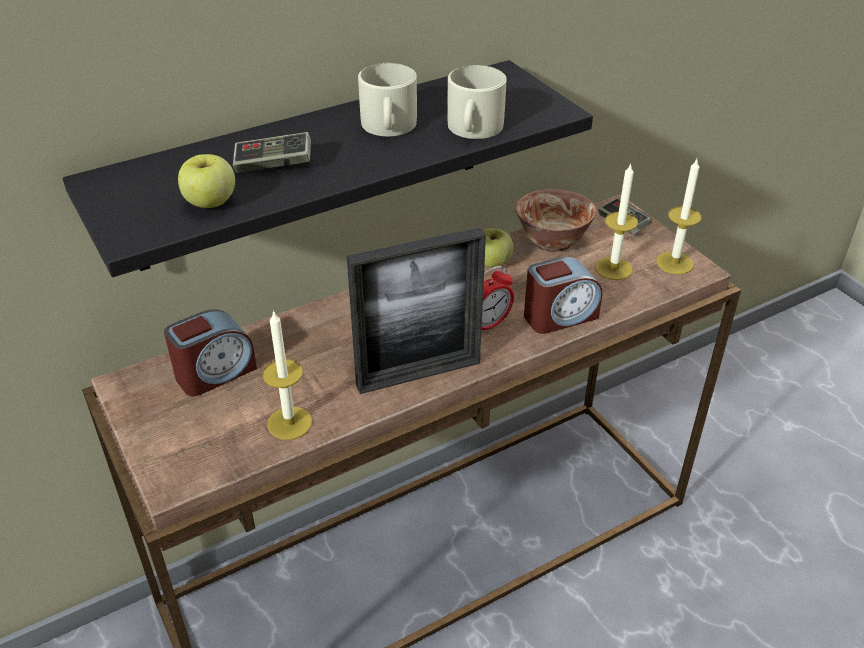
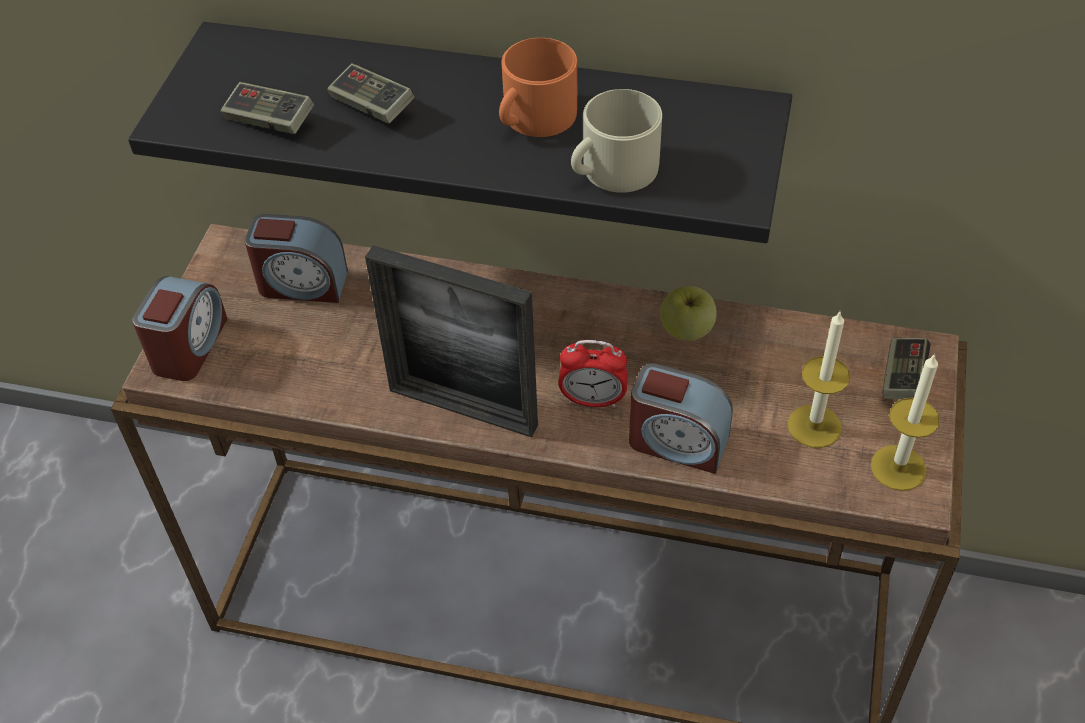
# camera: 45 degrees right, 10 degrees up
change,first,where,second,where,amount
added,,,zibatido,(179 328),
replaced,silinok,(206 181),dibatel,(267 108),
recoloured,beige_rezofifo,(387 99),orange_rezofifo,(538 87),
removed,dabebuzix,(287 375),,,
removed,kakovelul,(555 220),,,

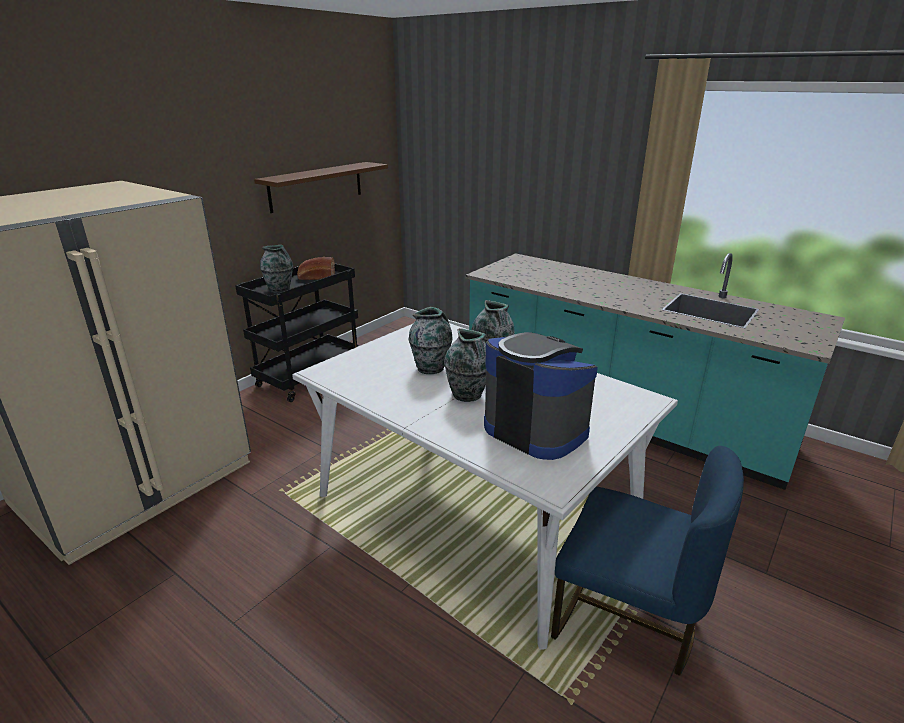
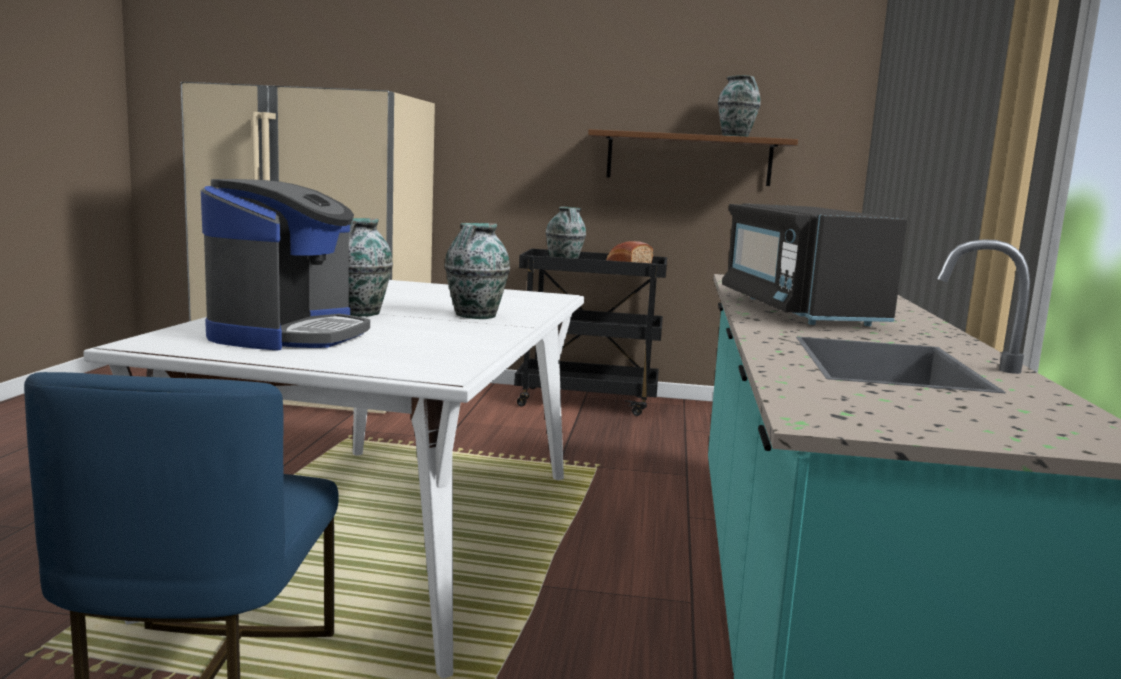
# camera: 60 degrees right, 15 degrees down
change,first,where,second,where,amount
moved,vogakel,(430 340),,(739 106),
added,,,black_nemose,(815 264),

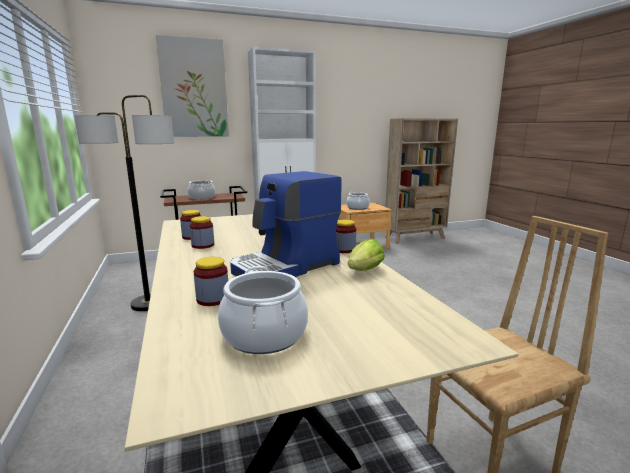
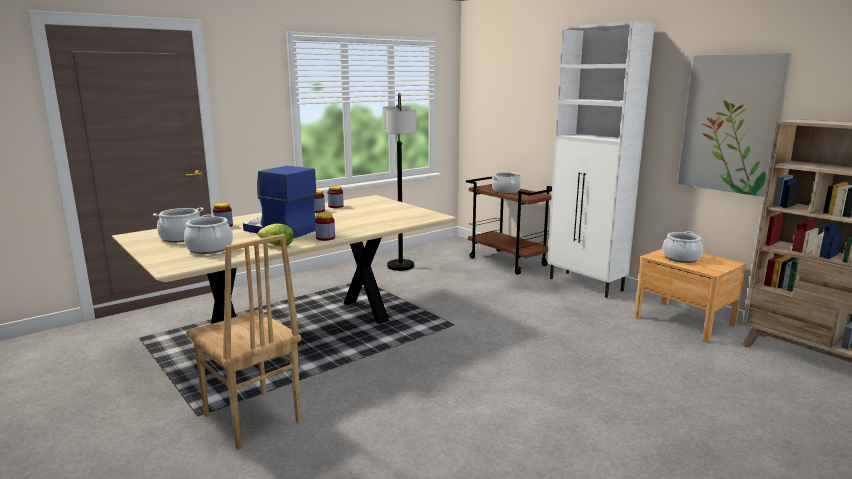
# camera: 70 degrees right, 0 degrees up
change,first,where,second,where,amount
added,,,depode,(208 234),
moved,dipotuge,(192 86),,(735 125),

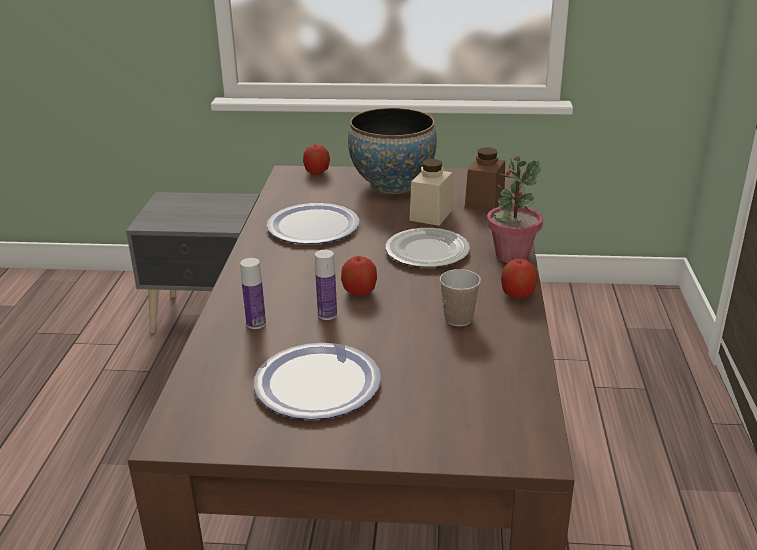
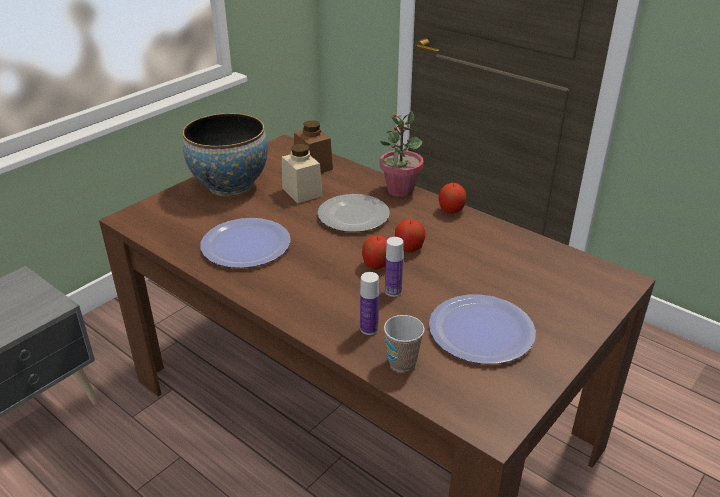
# camera: 55 degrees left, 5 degrees up
change,first,where,second,where,amount
moved,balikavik,(460 297),,(404 343),
moved,silinok,(316 159),,(410 236),

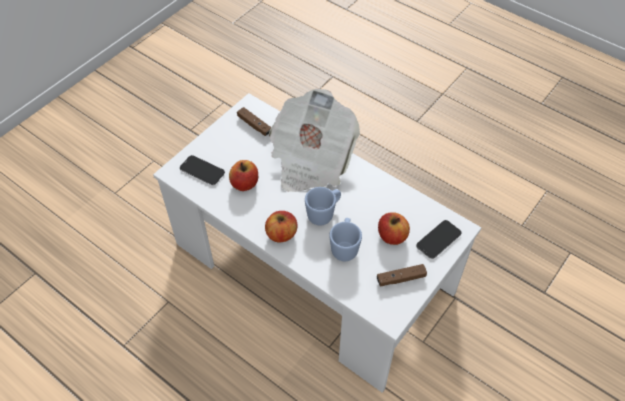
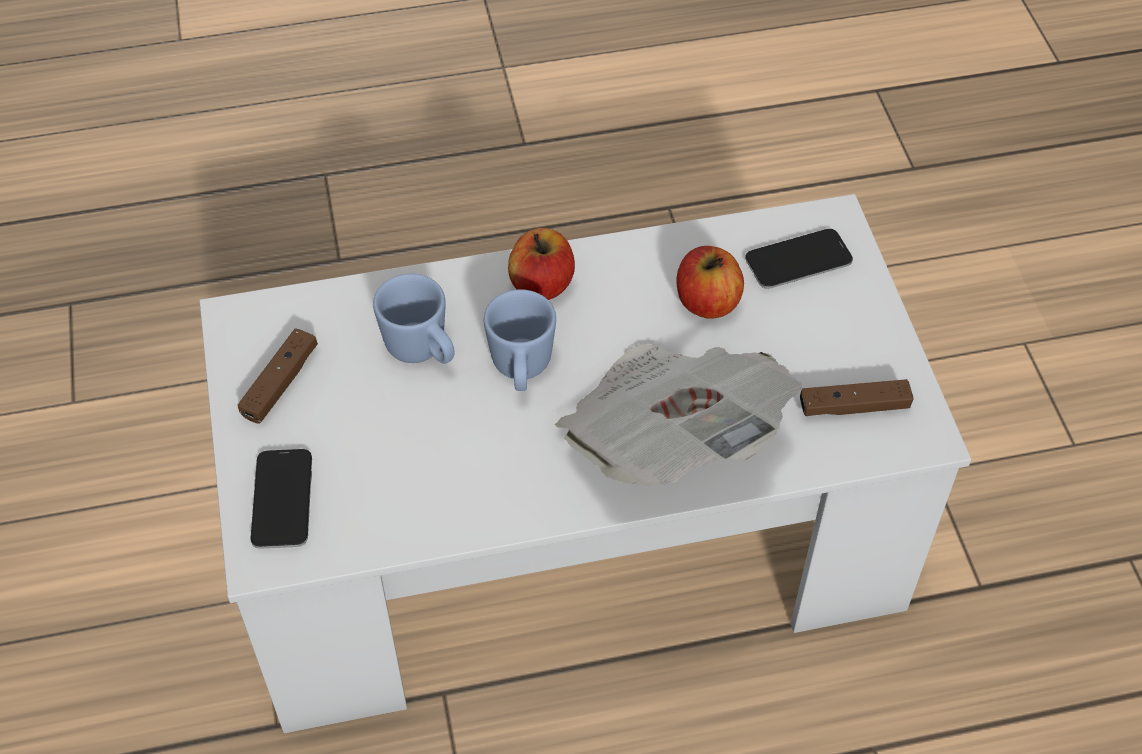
# camera: 130 degrees right, 0 degrees up
change,first,where,second,where,amount
removed,silinok,(394 228),,,

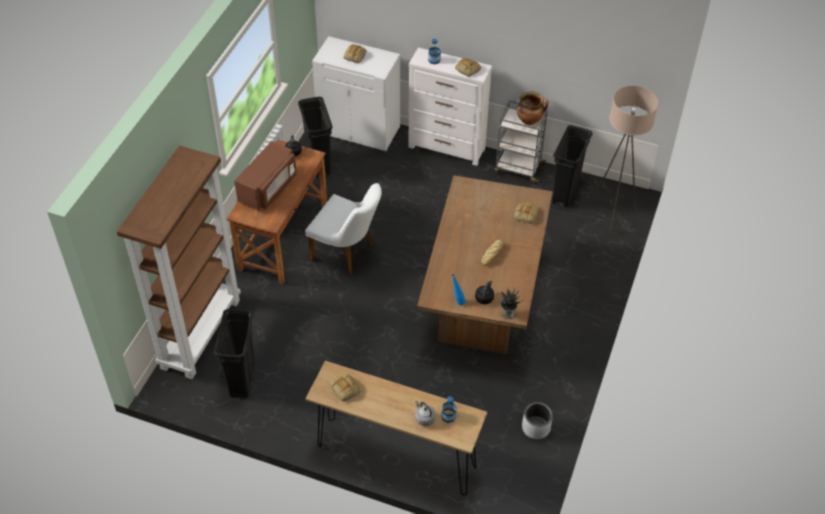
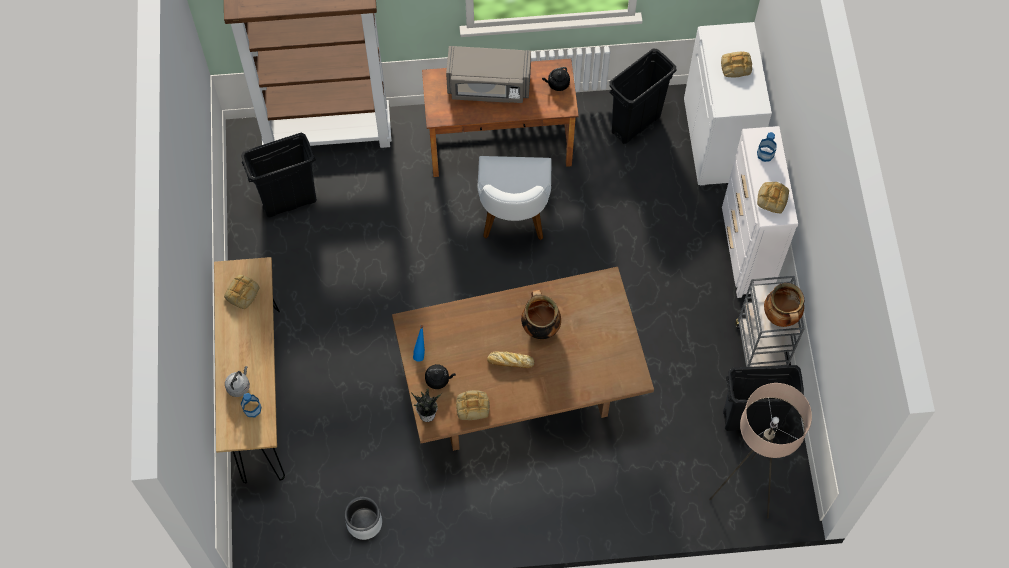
# camera: 65 degrees right, 15 degrees up
change,first,where,second,where,amount
recoloured,brown_nemose,(265 176),grey_nemose,(488 74),
moved,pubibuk,(526 213),,(473 405),
added,,,depode,(541 314),

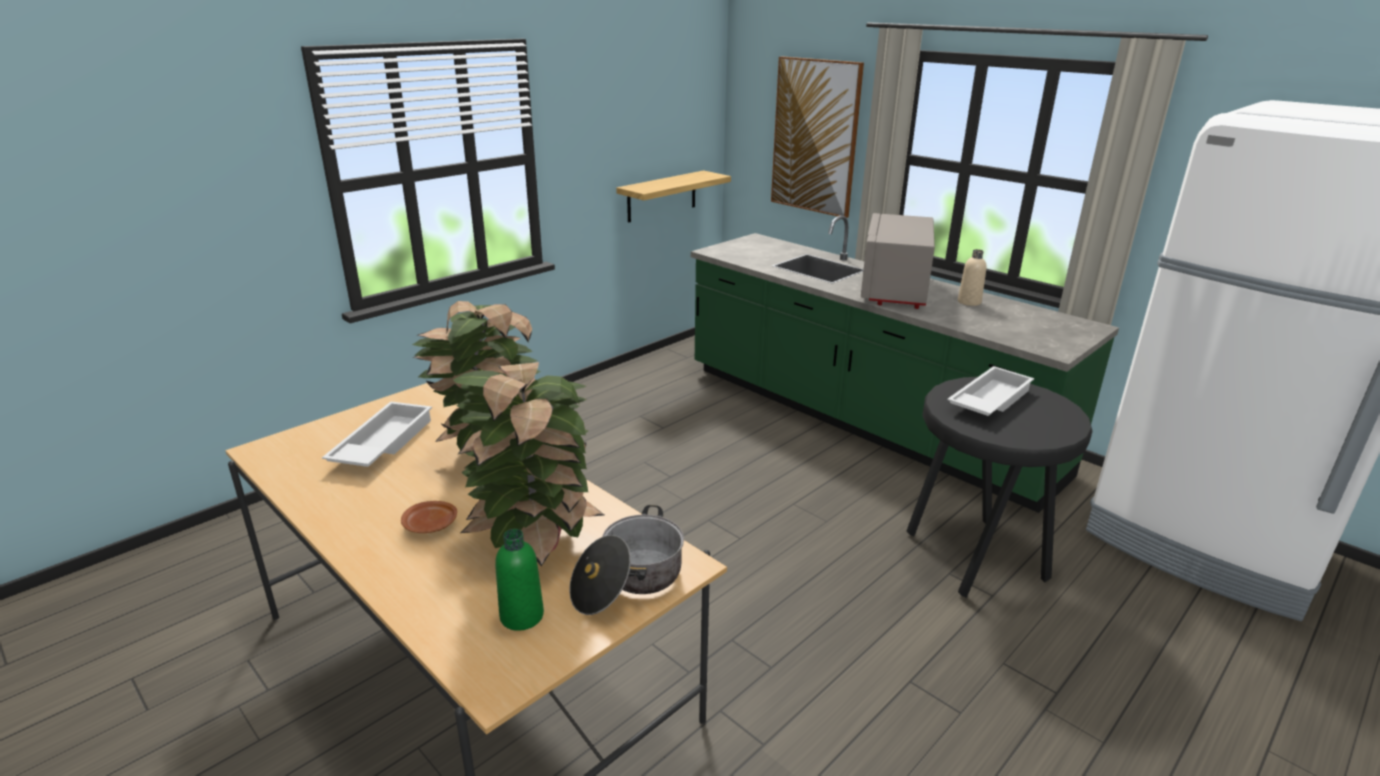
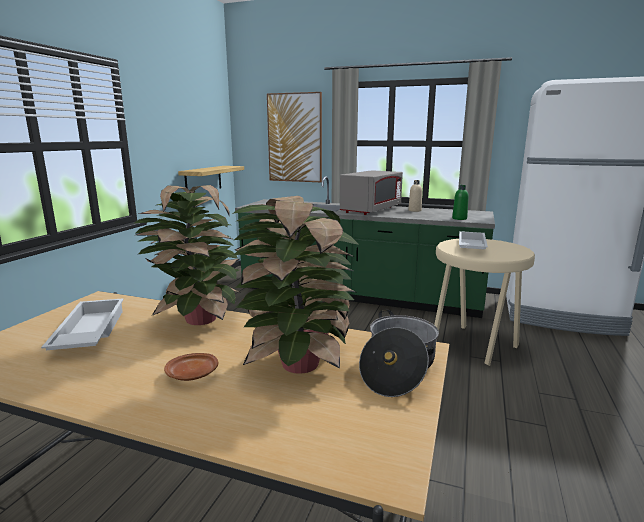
# camera: 25 degrees left, 10 degrees down
change,first,where,second,where,amount
turned,grey_nemose,(898 261),,(371 192),135 degrees counterclockwise
recoloured,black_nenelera,(1000 487),beige_nenelera,(484 302),
moved,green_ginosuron,(519 580),,(460 202),

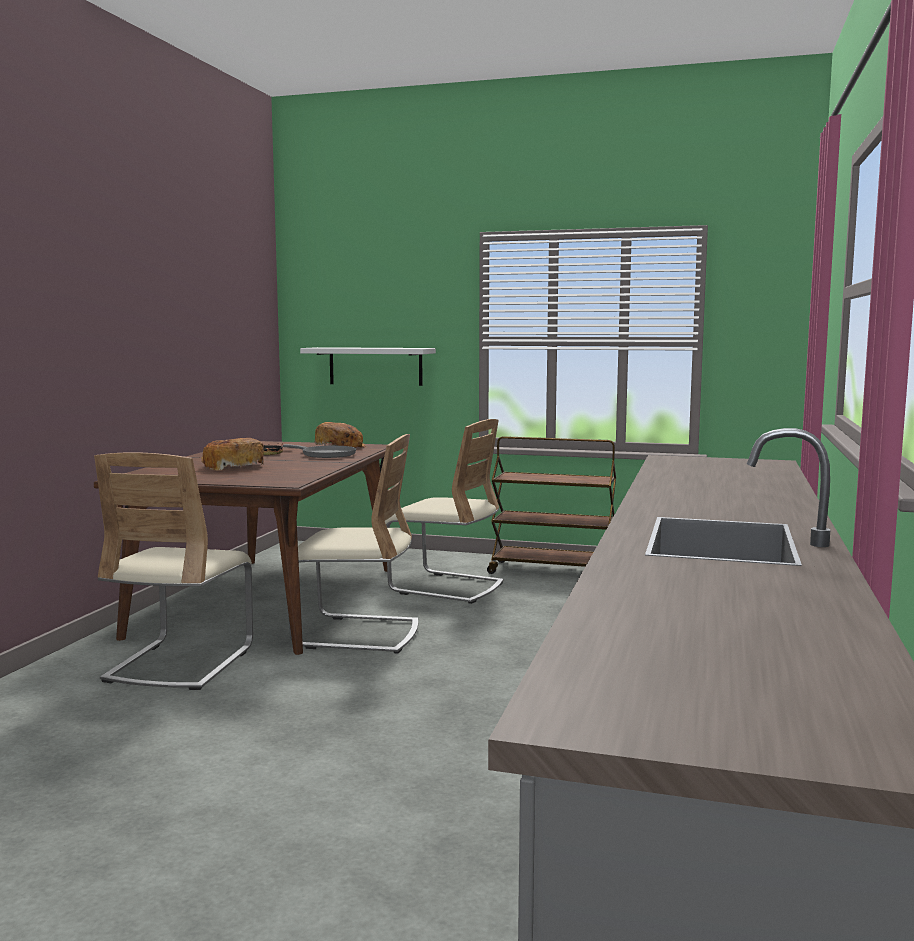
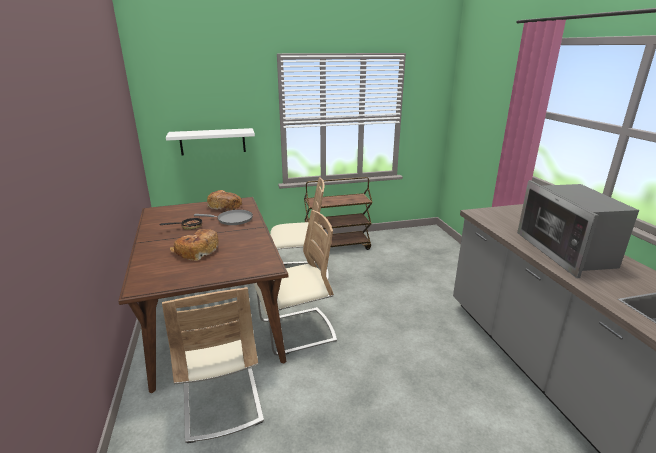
# camera: 30 degrees left, 15 degrees up
change,first,where,second,where,amount
added,,,nemose,(578 229),

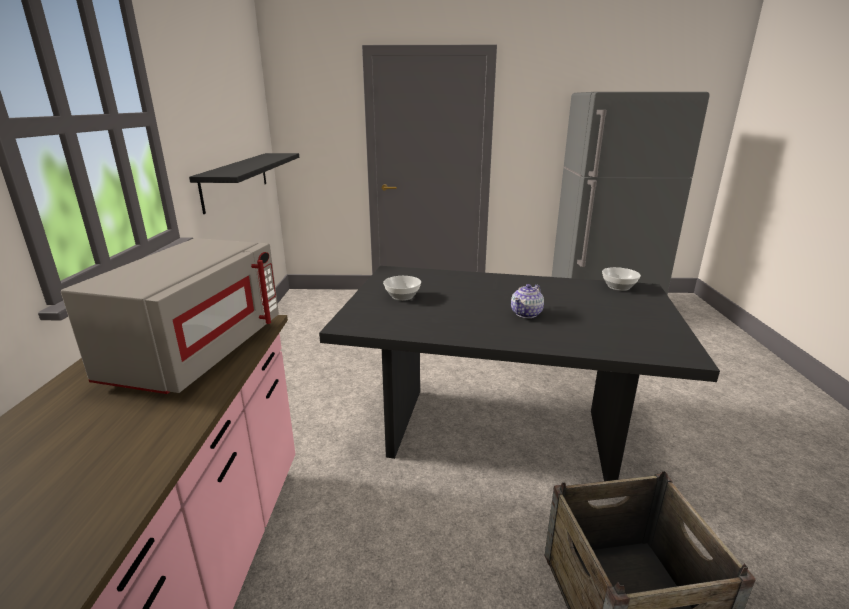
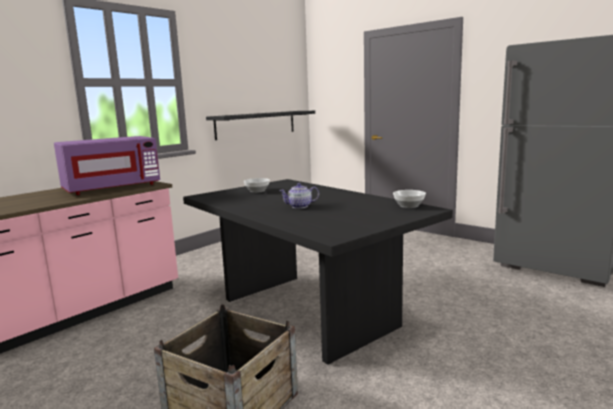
# camera: 40 degrees right, 10 degrees down
change,first,where,second,where,amount
recoloured,grey_nemose,(170 316),purple_nemose,(107 165),

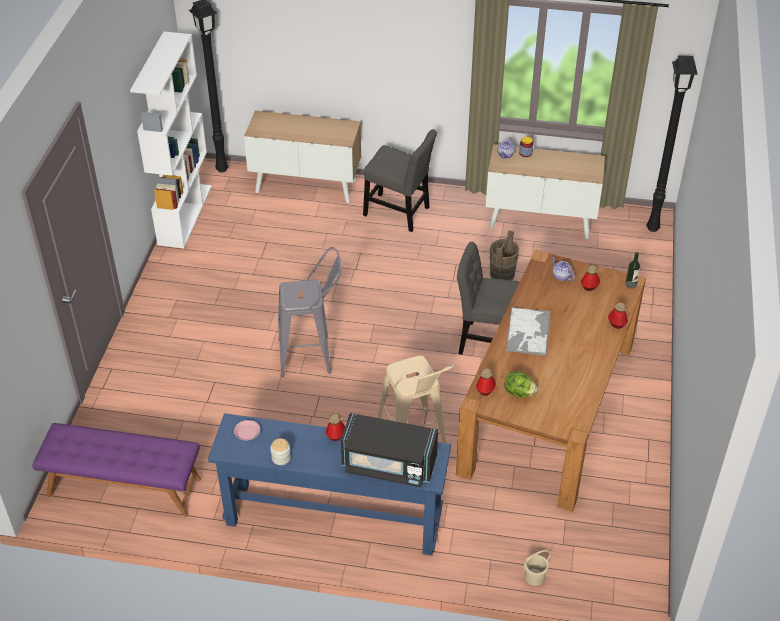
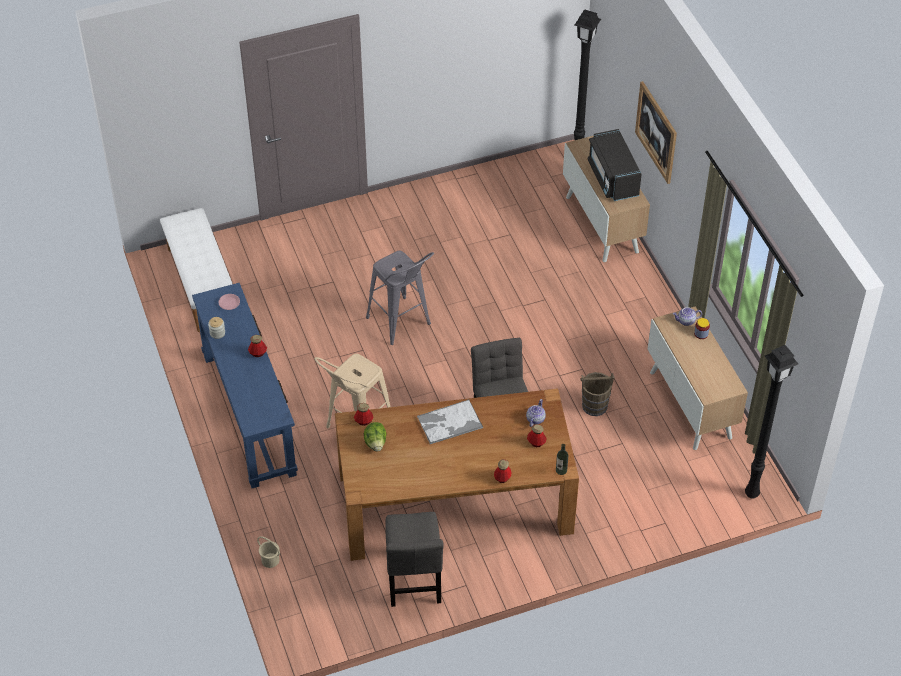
# camera: 60 degrees right, 5 degrees up
change,first,where,second,where,amount
recoloured,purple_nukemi,(116 470),white_nukemi,(196 270),
moved,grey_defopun,(400 180),,(414 559),
moved,black_nemose,(389 450),,(615 165),
added,,,dipotuge,(656 132),
removed,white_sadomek,(171 139),,,

